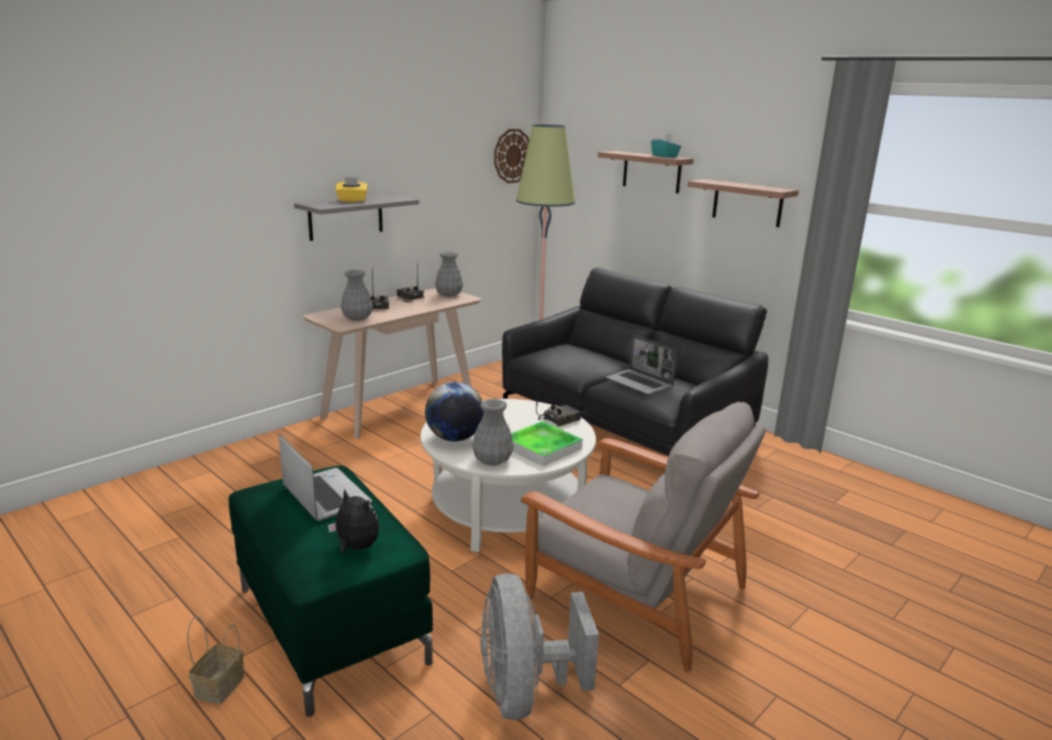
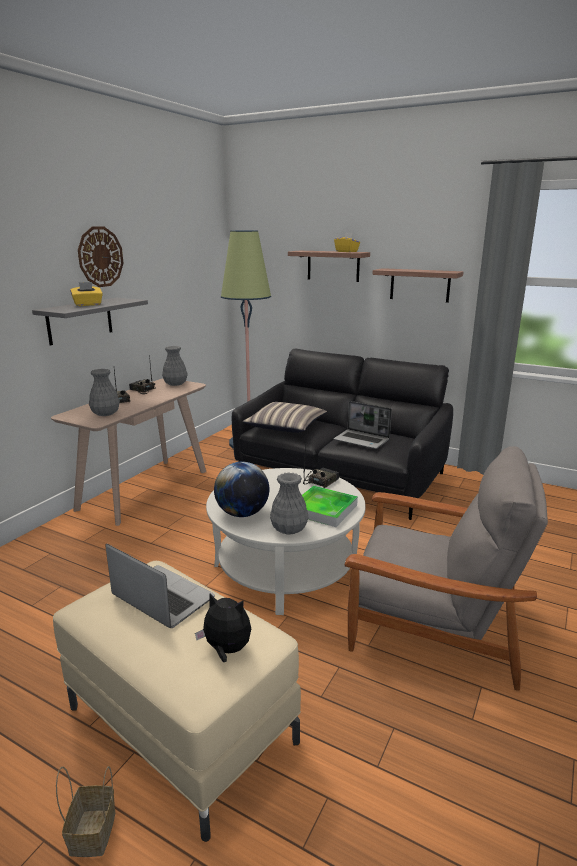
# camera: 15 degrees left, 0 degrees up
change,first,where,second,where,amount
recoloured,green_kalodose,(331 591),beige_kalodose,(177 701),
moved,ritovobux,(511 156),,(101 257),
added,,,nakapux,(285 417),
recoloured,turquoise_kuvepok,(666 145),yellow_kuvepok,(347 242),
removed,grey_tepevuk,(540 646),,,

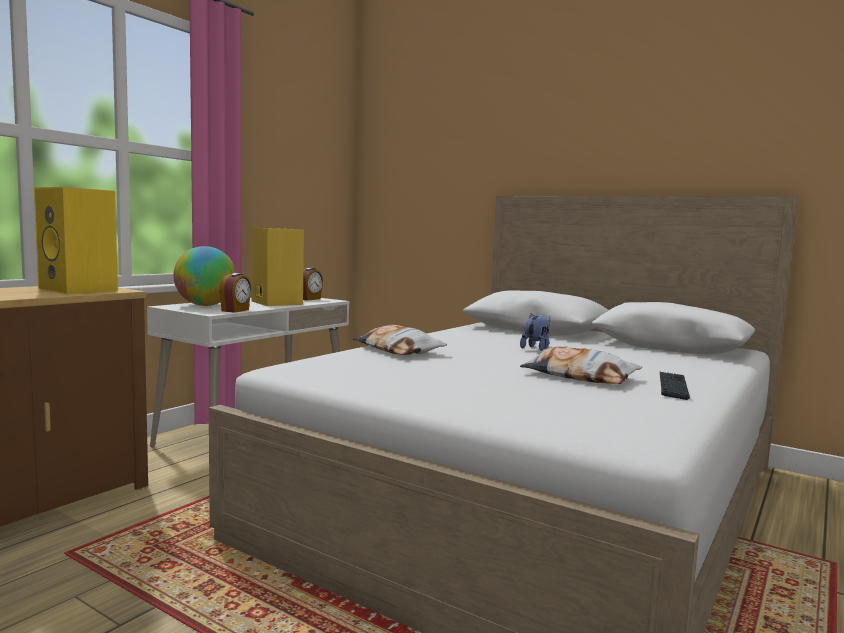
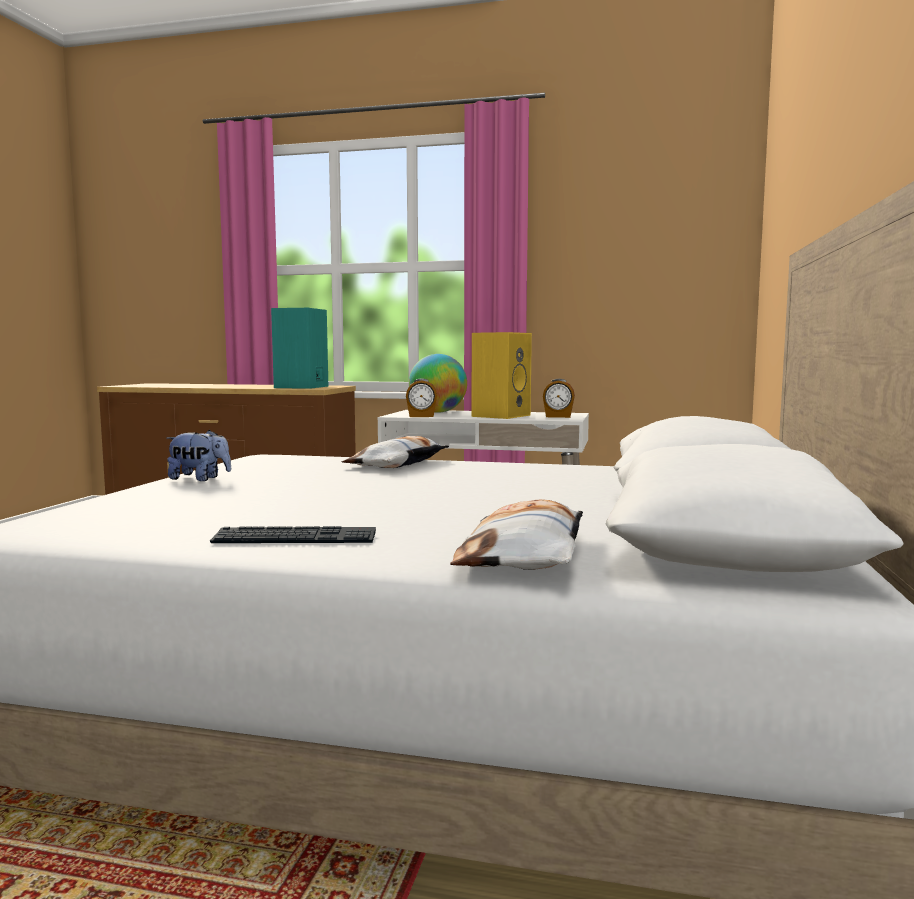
# camera: 70 degrees right, 0 degrees up
change,first,where,second,where,amount
moved,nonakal,(535 332),,(199 455),
recoloured,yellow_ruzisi,(76 240),turquoise_ruzisi,(299 348),
moved,nakapux,(581 365),,(516 534),

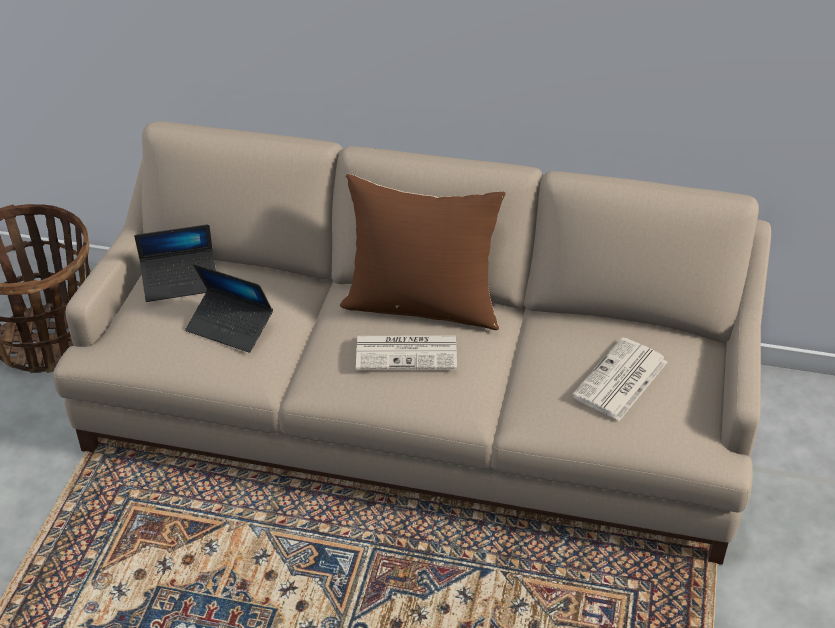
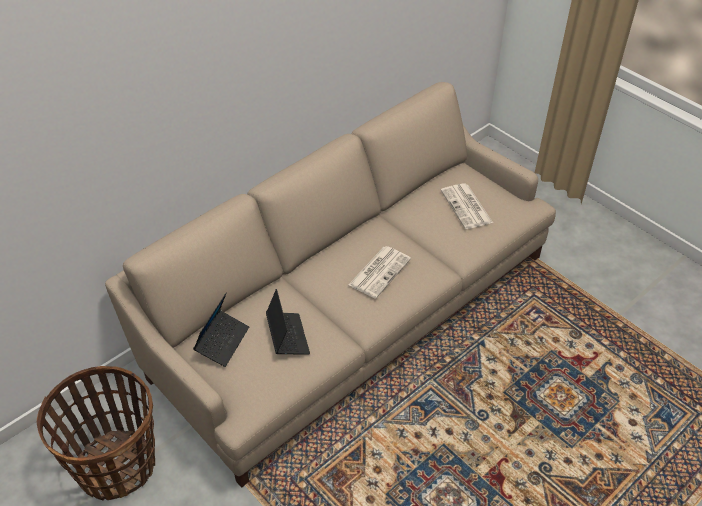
# camera: 55 degrees left, 5 degrees up
change,first,where,second,where,amount
turned,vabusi,(229 308),,(288 322),75 degrees counterclockwise
removed,brown_nakapux,(422 252),,,

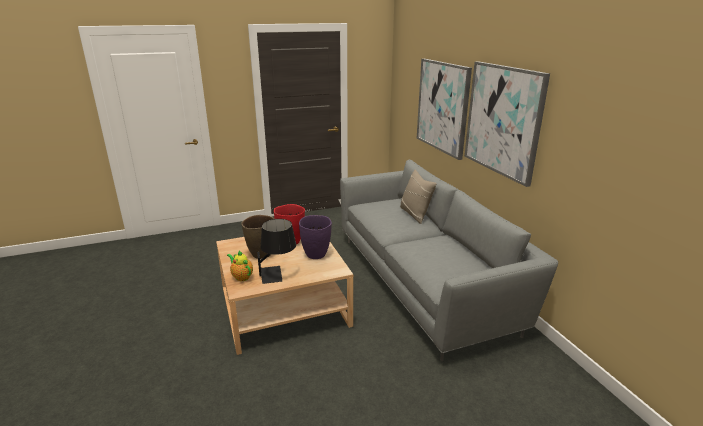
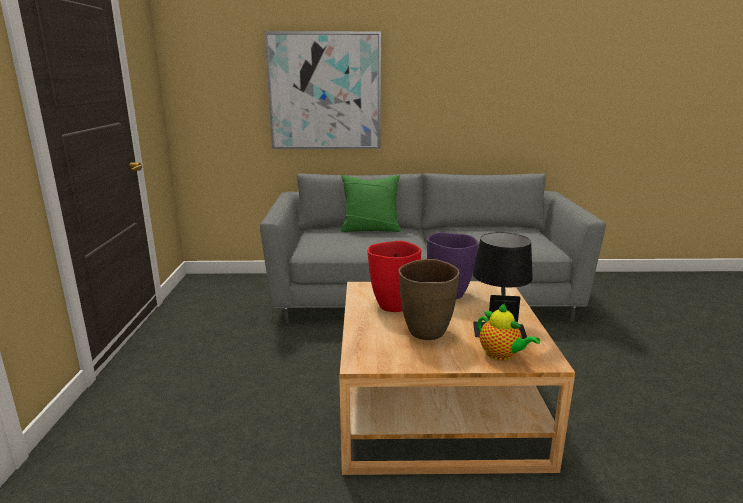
# camera: 70 degrees left, 5 degrees down
change,first,where,second,where,amount
recoloured,beige_nakapux,(418 197),green_nakapux,(371 203),
turned,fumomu,(240 265),,(508 332),105 degrees counterclockwise
removed,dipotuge,(507 124),,,

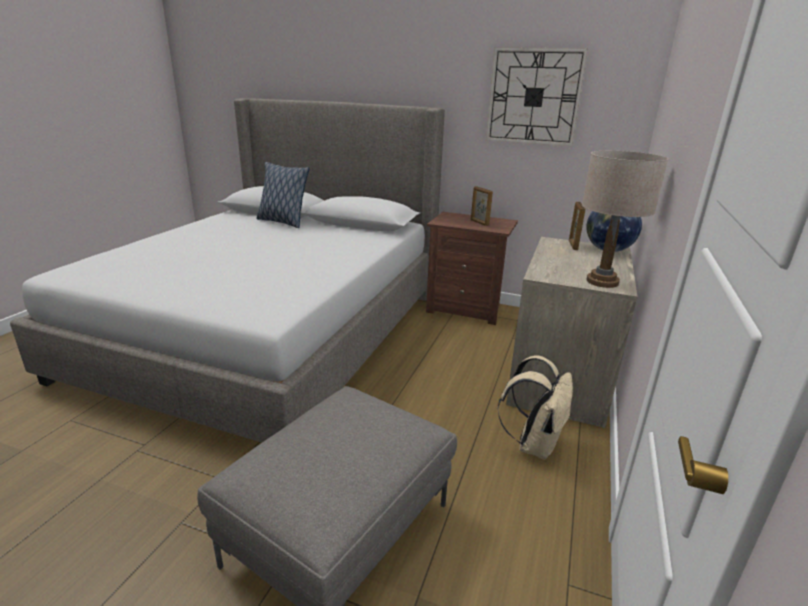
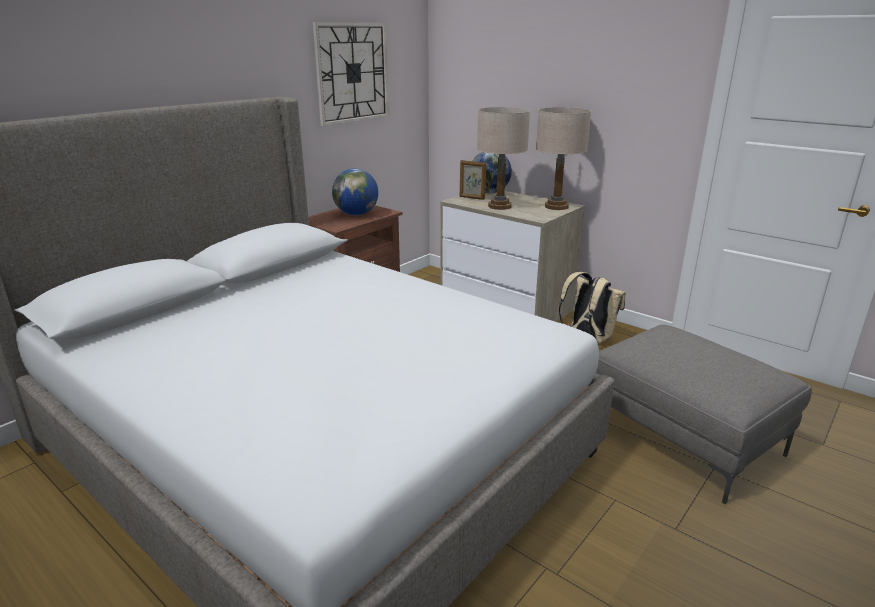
# camera: 70 degrees left, 0 degrees up
change,first,where,second,where,amount
replaced,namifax,(482 206),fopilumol,(355 192),
added,,,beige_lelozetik,(503 158),
removed,nakapux,(283 195),,,

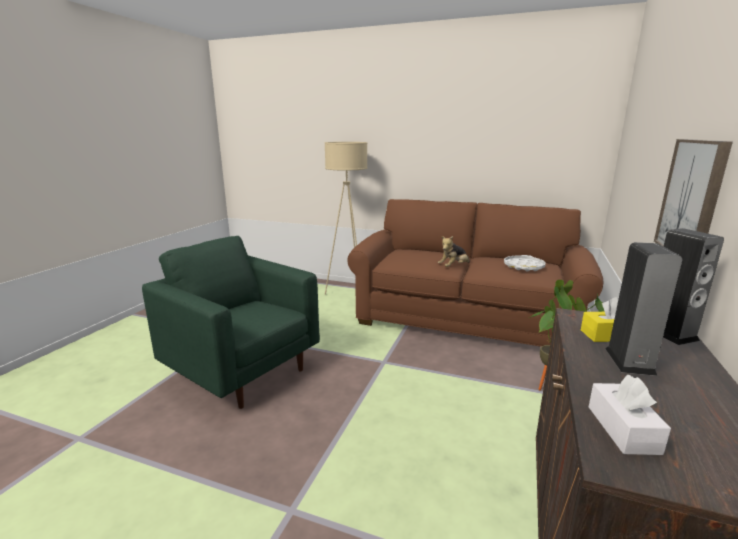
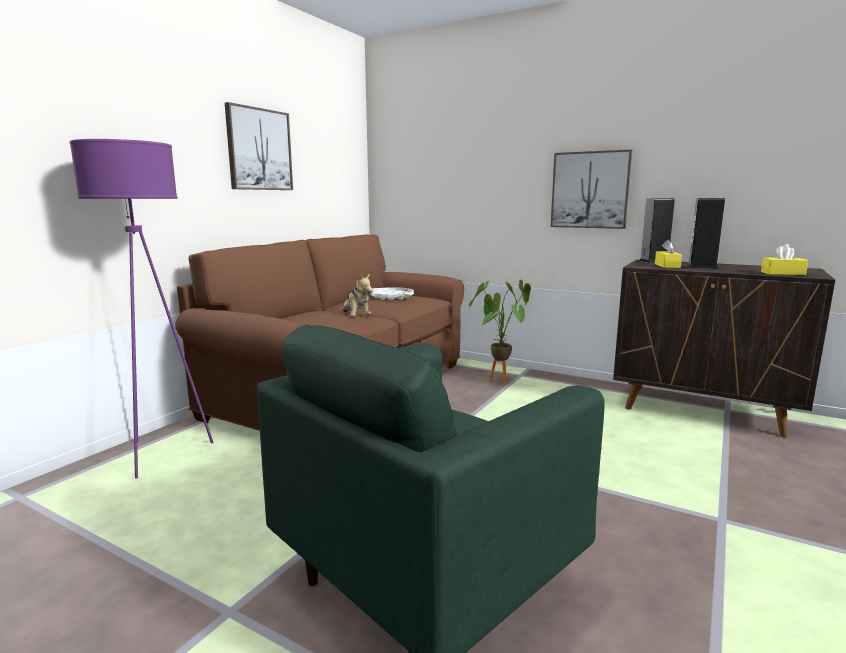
# camera: 80 degrees left, 5 degrees down
change,first,where,second,where,amount
recoloured,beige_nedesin,(346 218),purple_nedesin,(141 309),
added,,,dipotuge,(259 146),
recoloured,white_kuvepok,(630 415),yellow_kuvepok,(784 259),

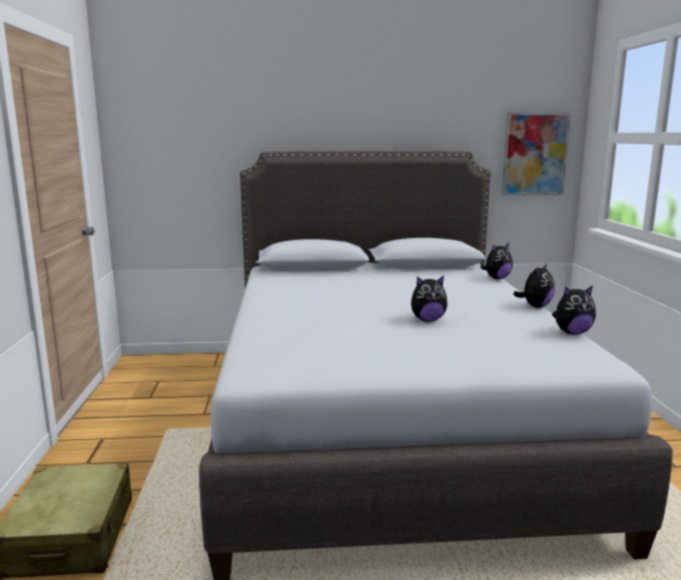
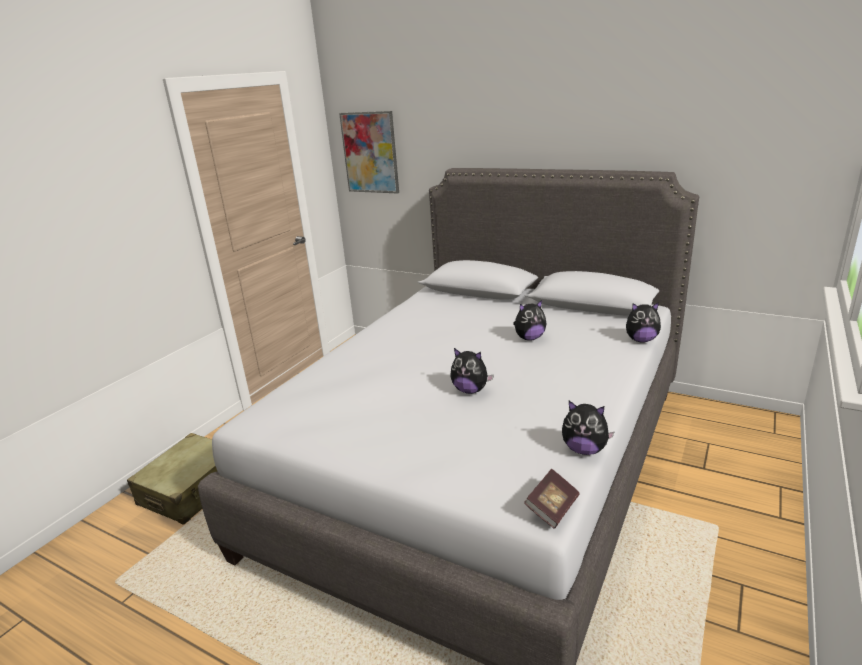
# camera: 35 degrees right, 10 degrees up
change,first,where,second,where,amount
moved,dipotuge,(536 153),,(369 152),
moved,nonakal,(534 285),,(529 320),
added,,,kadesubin,(552 498),

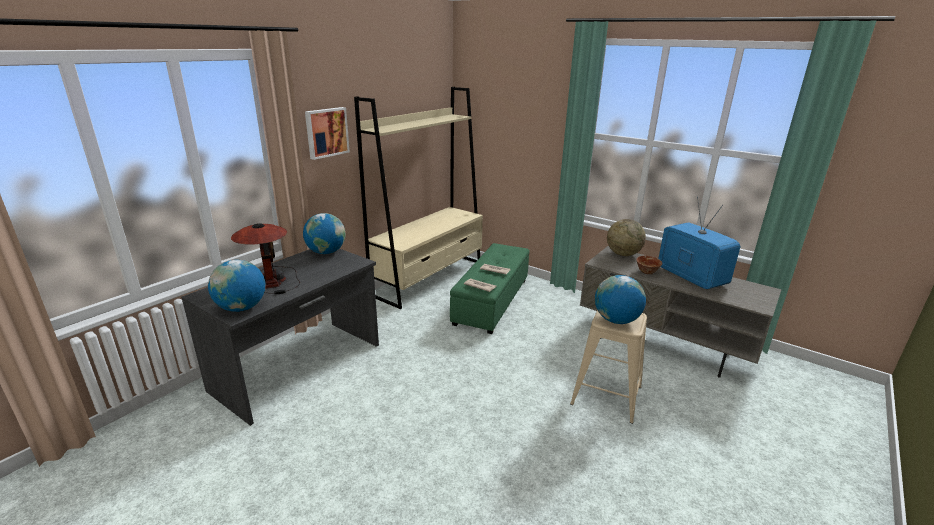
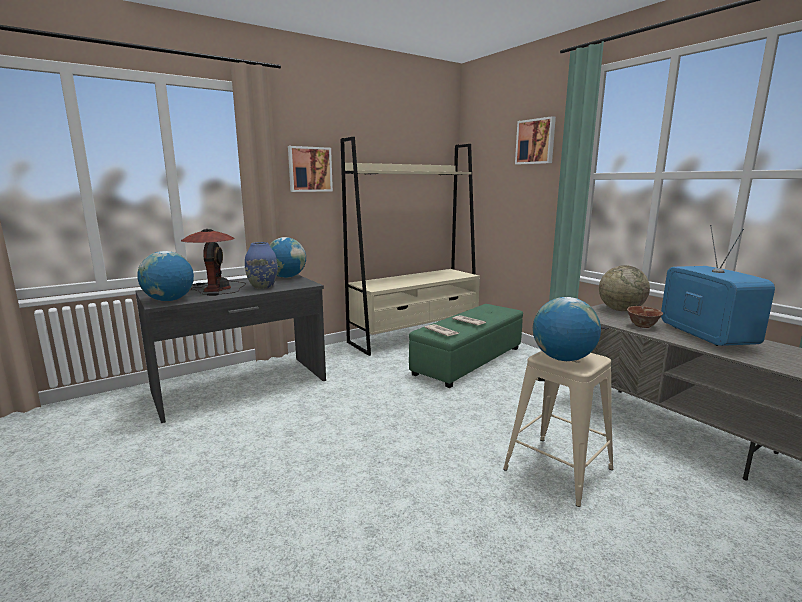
# camera: 20 degrees right, 10 degrees down
change,first,where,second,where,amount
added,,,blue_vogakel,(261 265),
added,,,dipotuge,(535 140),

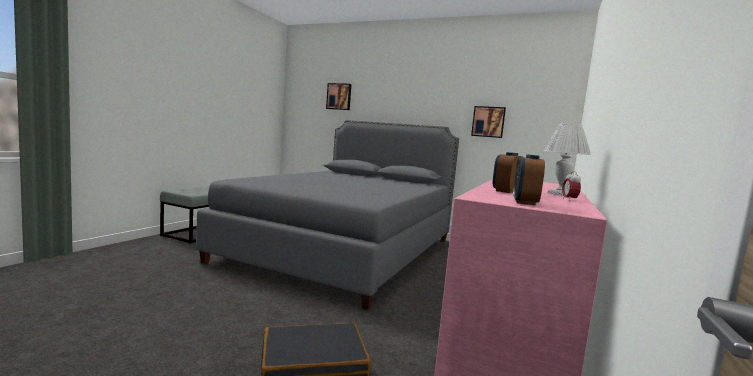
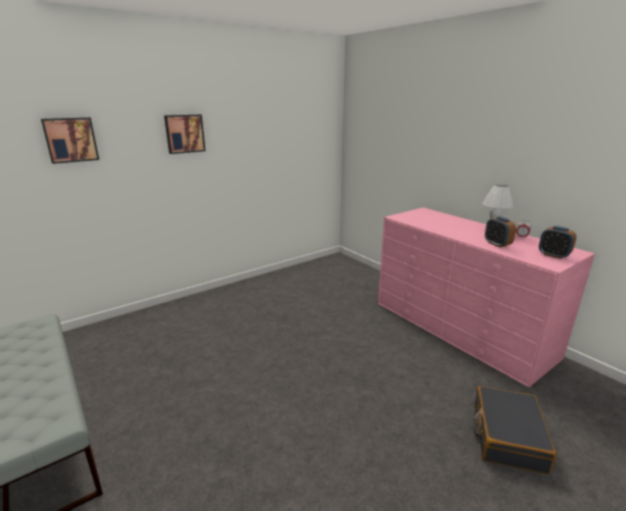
# camera: 60 degrees left, 15 degrees up
change,first,where,second,where,amount
moved,dipotuge,(488 122),,(184 134),
removed,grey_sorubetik,(327 215),,,

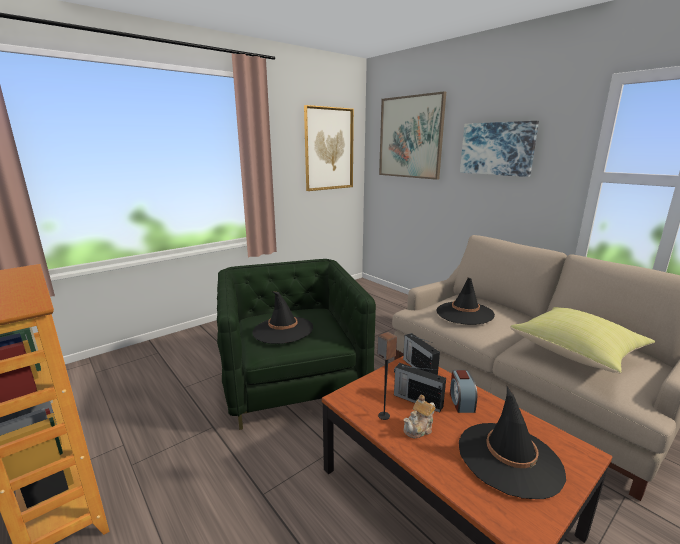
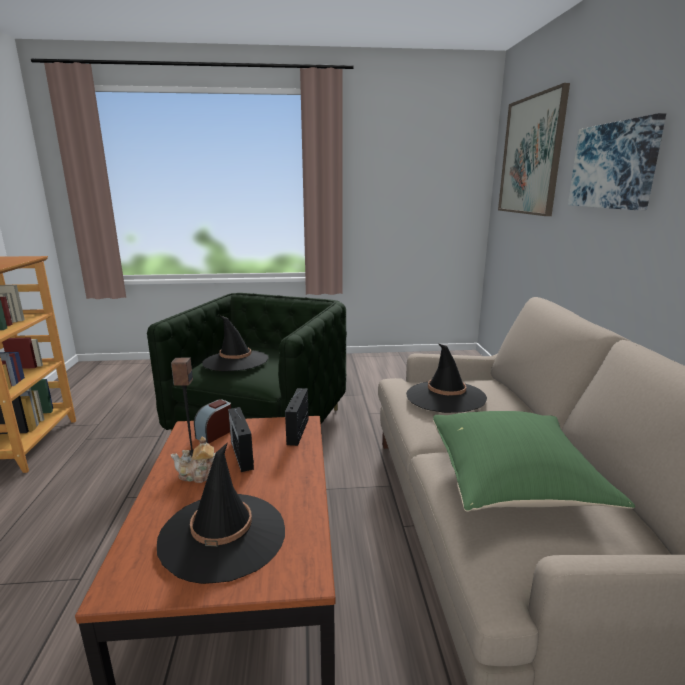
# camera: 35 degrees right, 0 degrees up
change,first,where,second,where,amount
moved,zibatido,(463 391),,(212 421),
recoloured,yellow_nakapux,(582 340),green_nakapux,(534 461),
removed,dipotuge,(329 148),,,

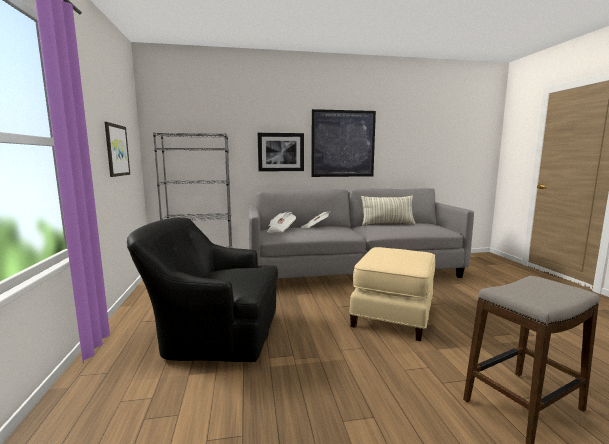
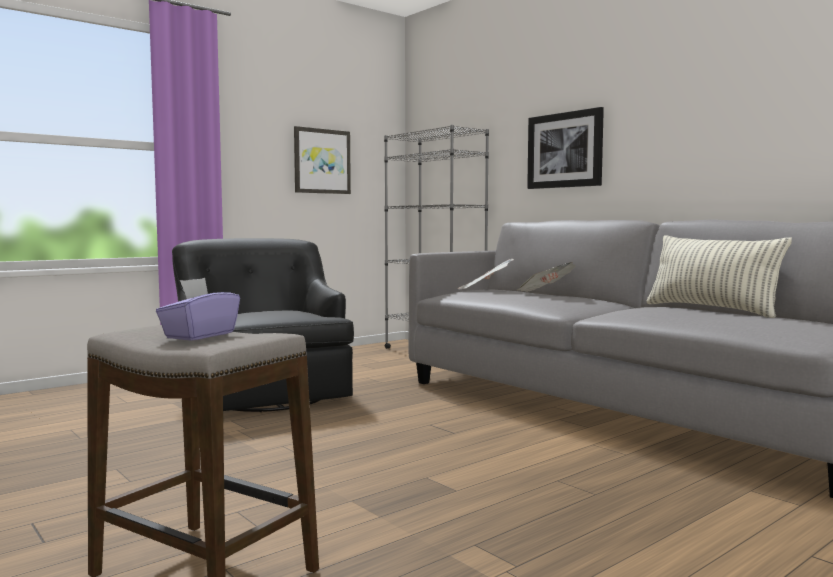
# camera: 60 degrees right, 5 degrees down
change,first,where,second,where,amount
added,,,purple_kuvepok,(198 309),
removed,dipotuge,(343 143),,,
removed,beige_kalodose,(392 294),,,

